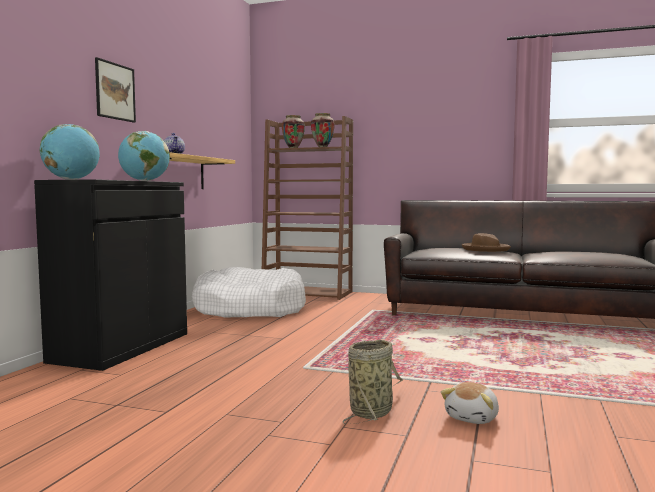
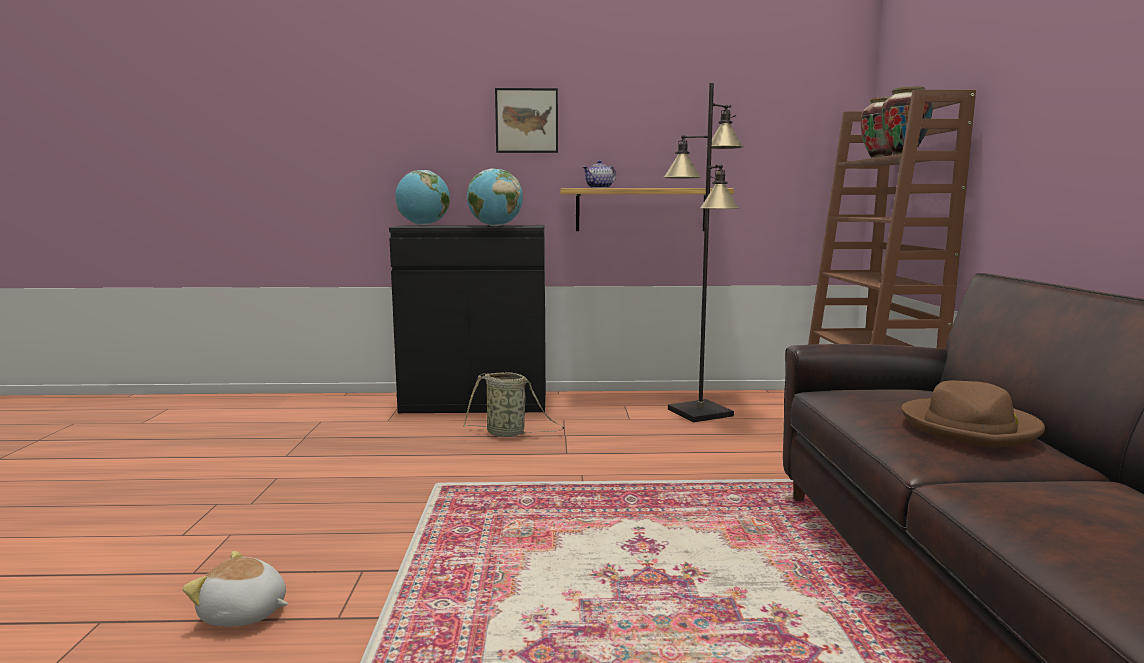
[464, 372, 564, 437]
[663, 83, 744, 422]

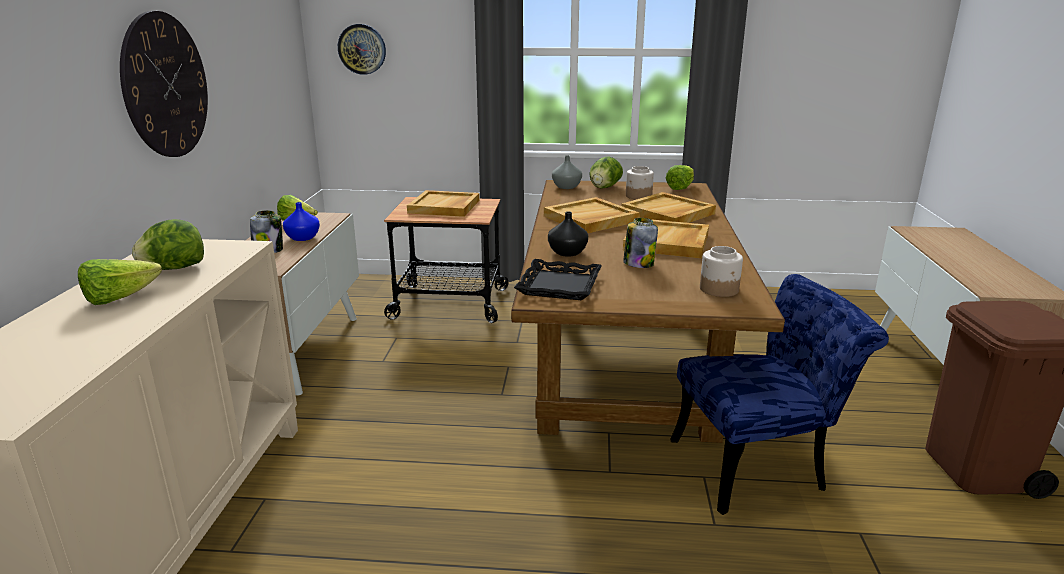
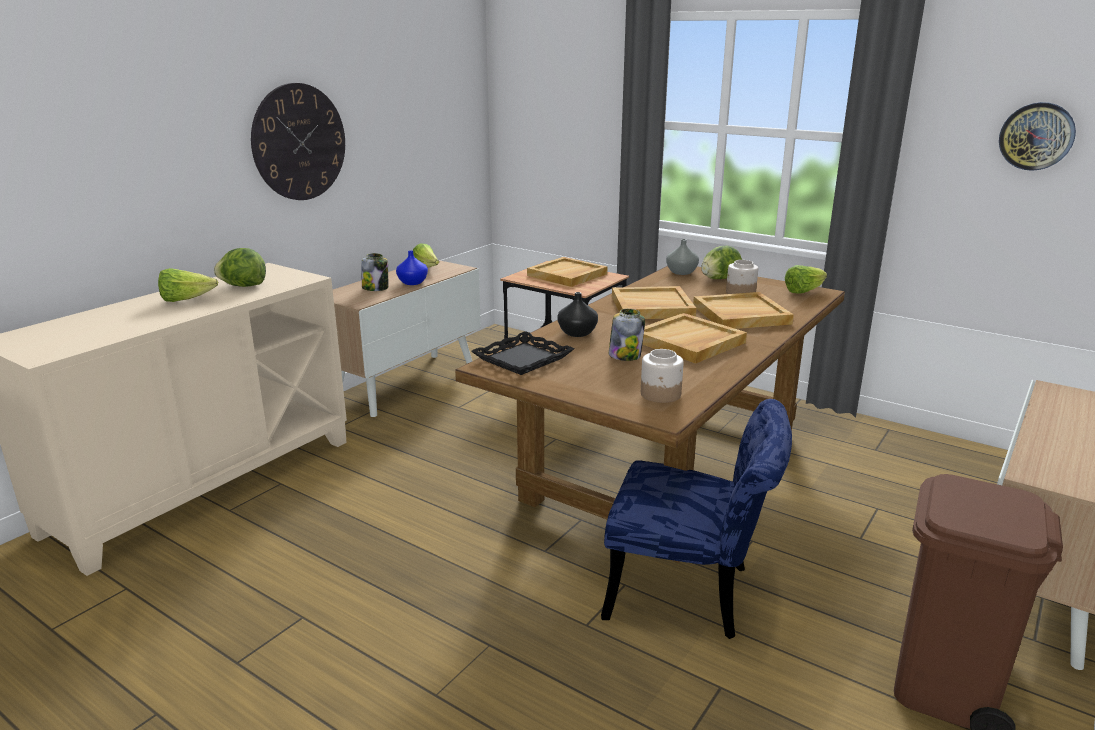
[999, 102, 1076, 171]

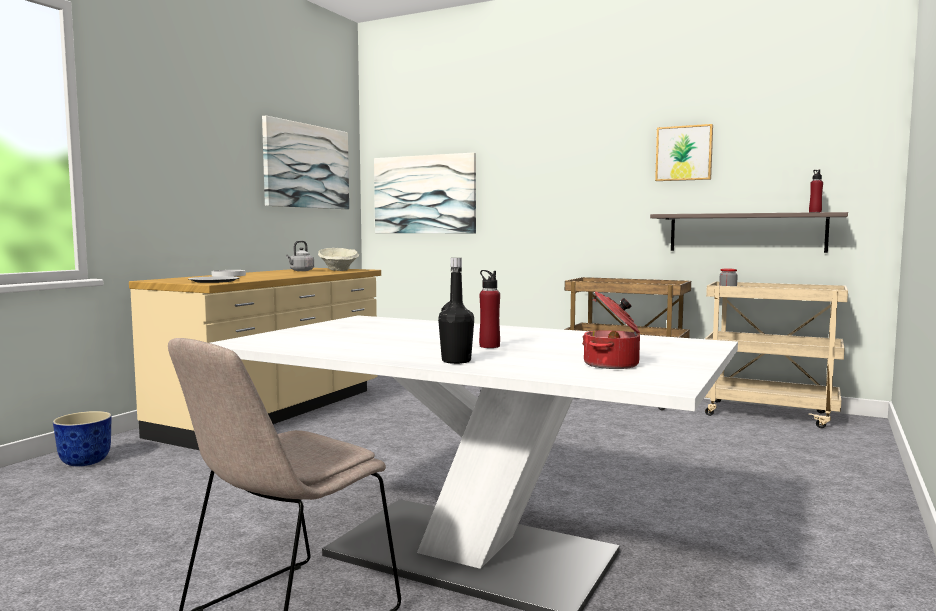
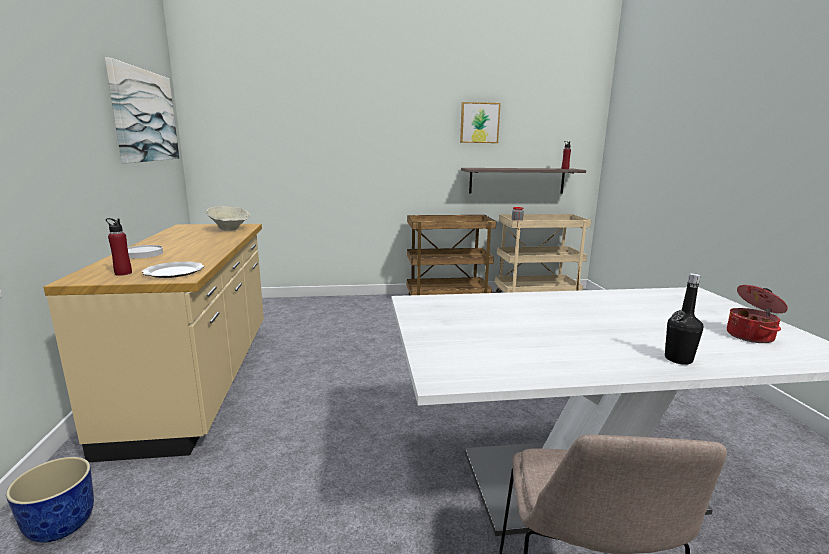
[106, 218, 132, 276]
[286, 241, 314, 271] (first image)
[374, 153, 476, 233] (first image)

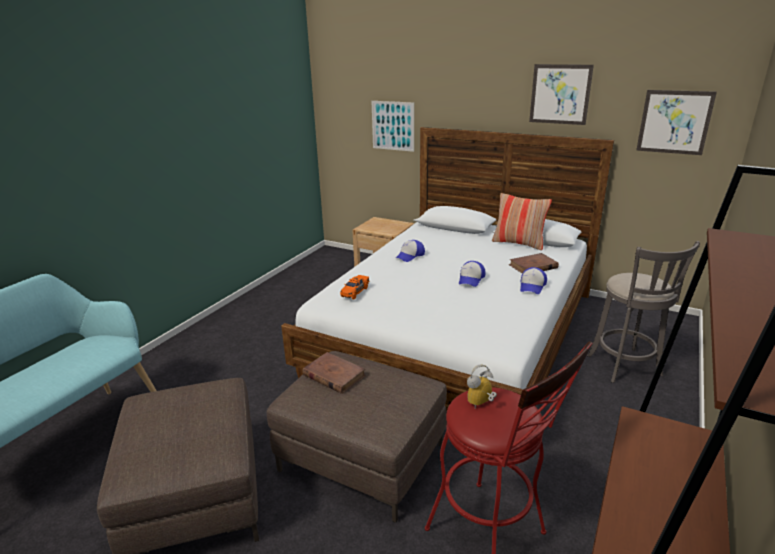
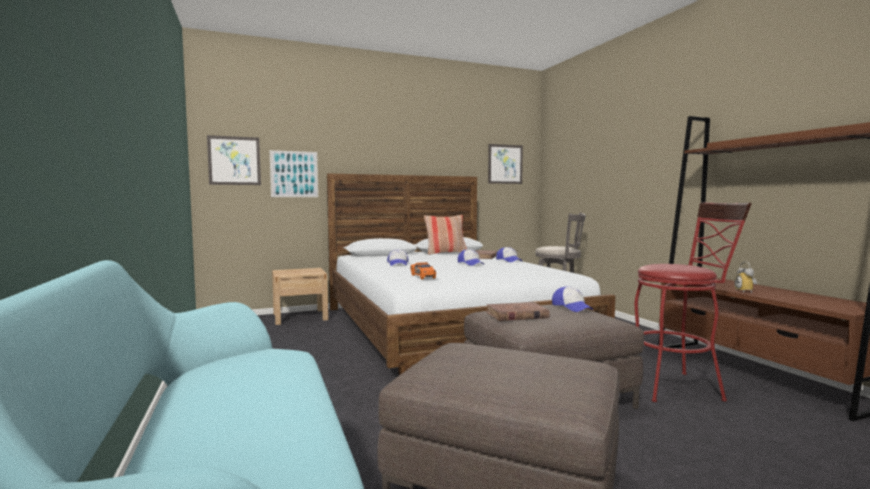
[207, 135, 261, 185]
[552, 287, 593, 312]
[735, 261, 757, 293]

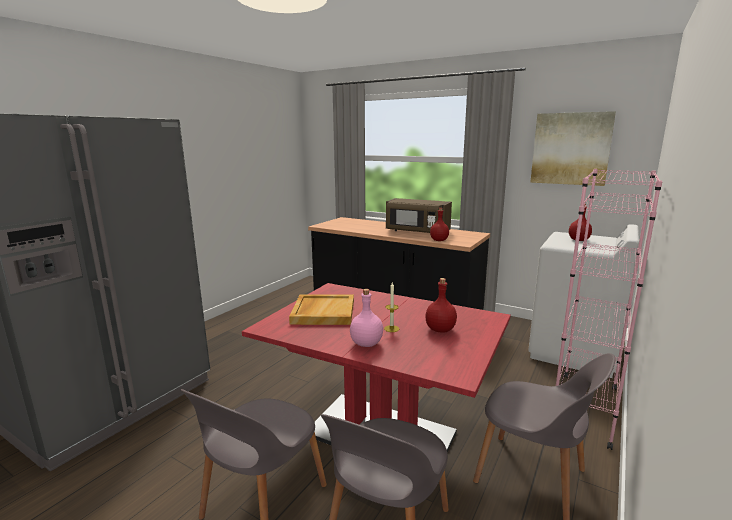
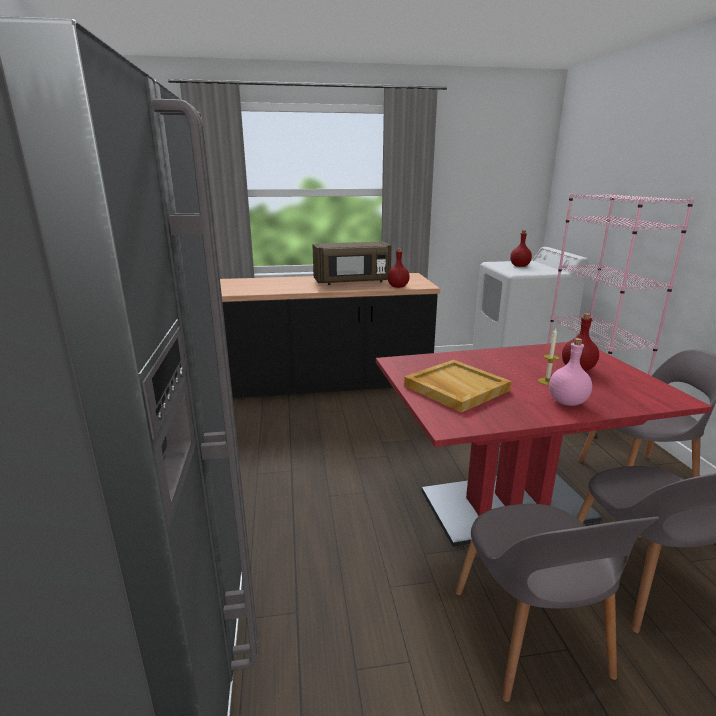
[530, 111, 616, 186] (first image)

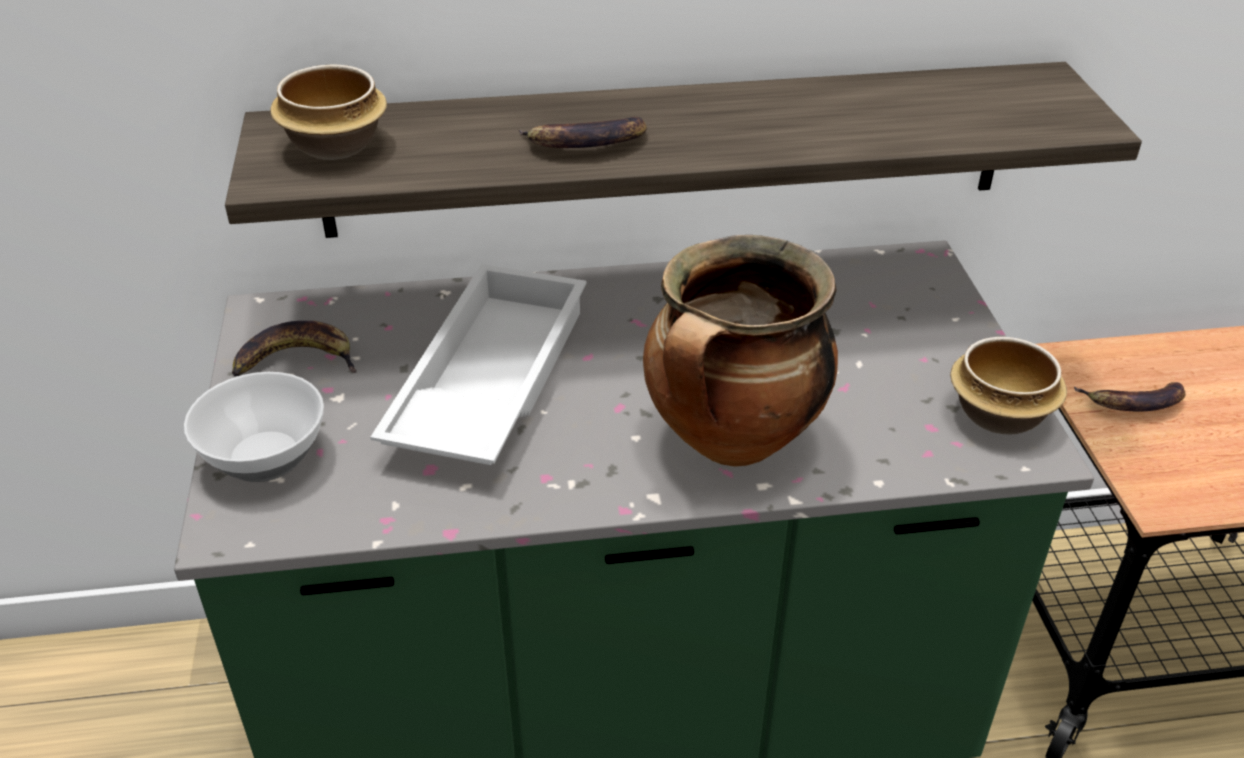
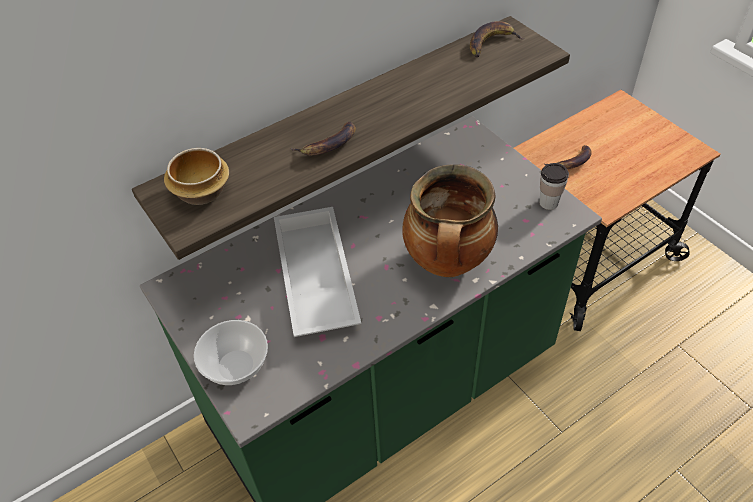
[470, 21, 525, 57]
[539, 163, 569, 210]

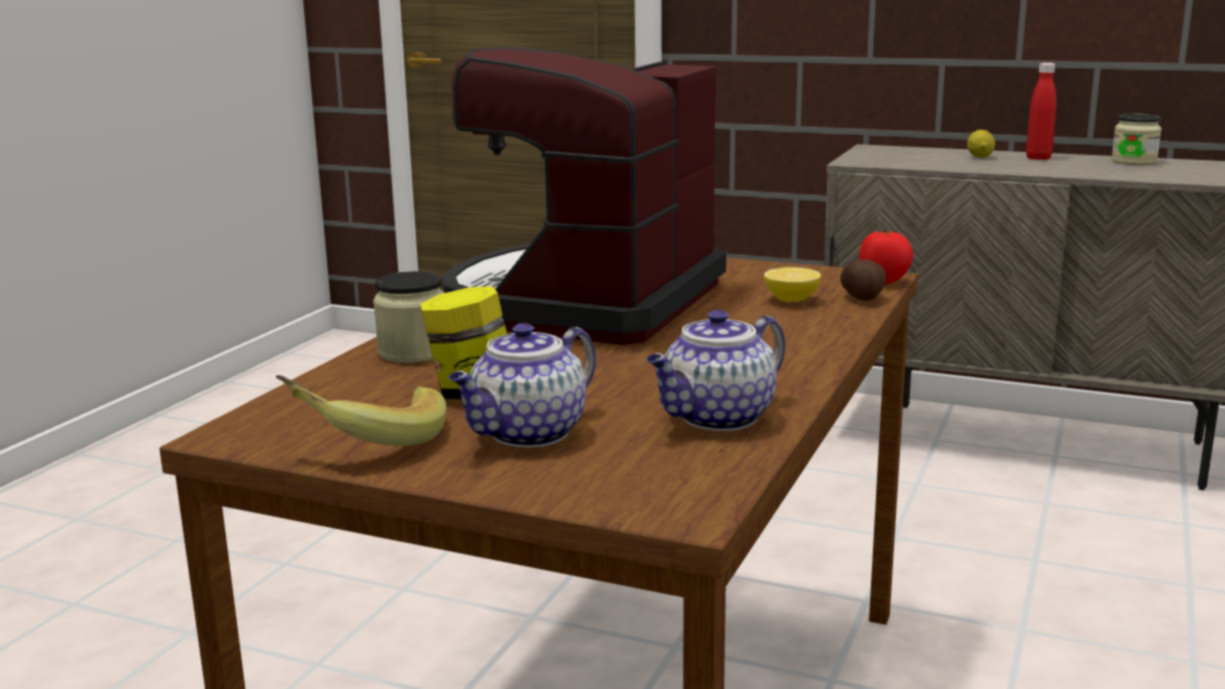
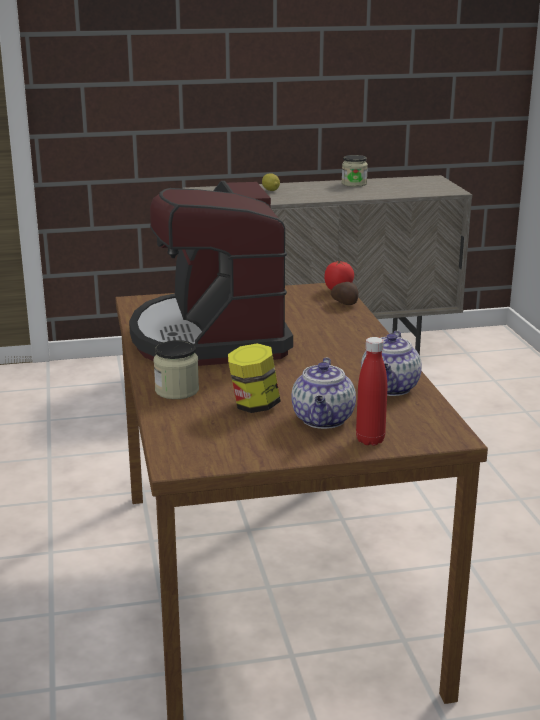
[356, 337, 387, 446]
[275, 375, 446, 446] (first image)
[764, 267, 821, 302] (first image)

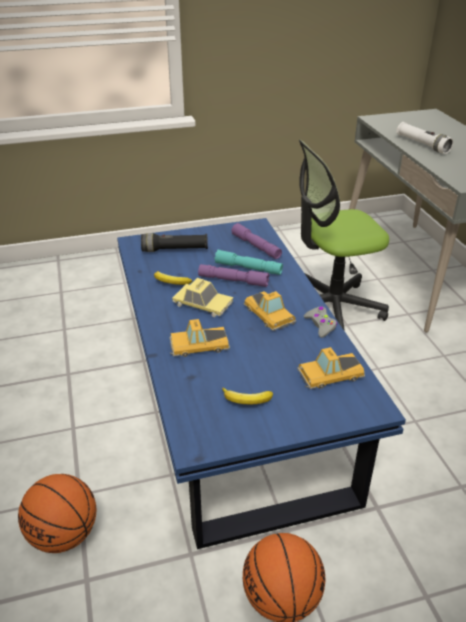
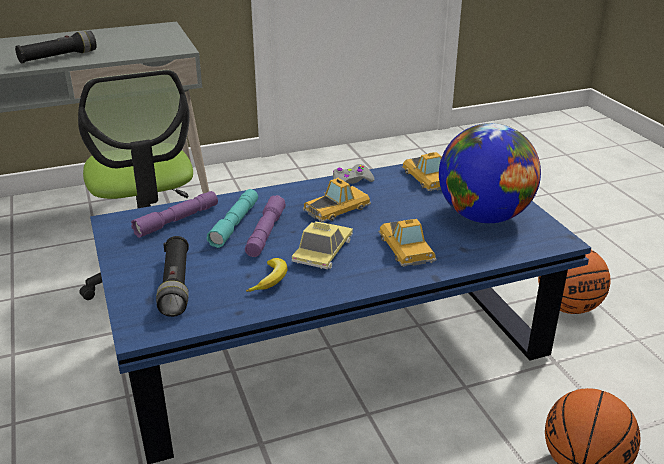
[15, 31, 96, 64]
[439, 123, 541, 223]

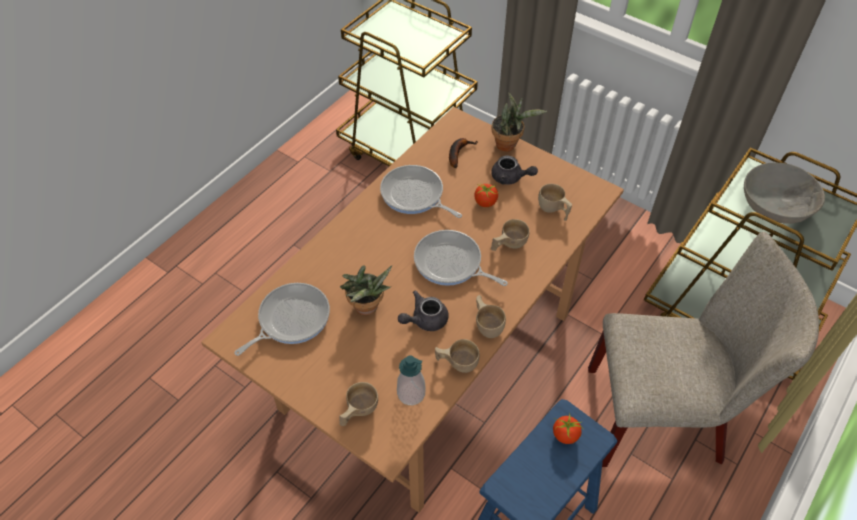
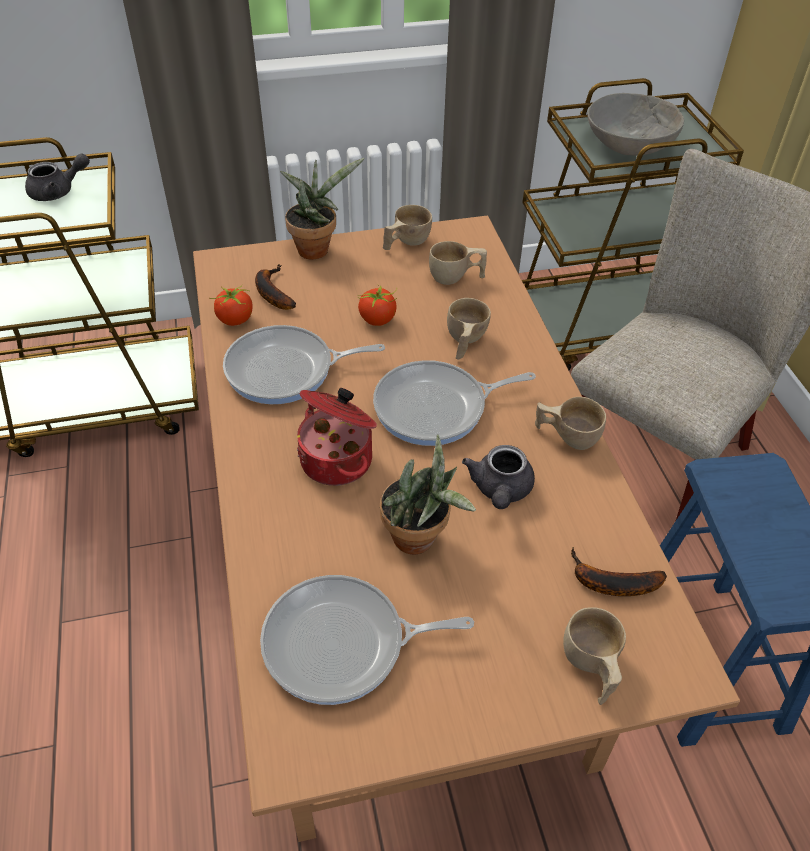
[25, 154, 90, 201]
[210, 284, 253, 326]
[260, 575, 474, 705]
[297, 388, 377, 486]
[383, 205, 432, 250]
[571, 547, 667, 596]

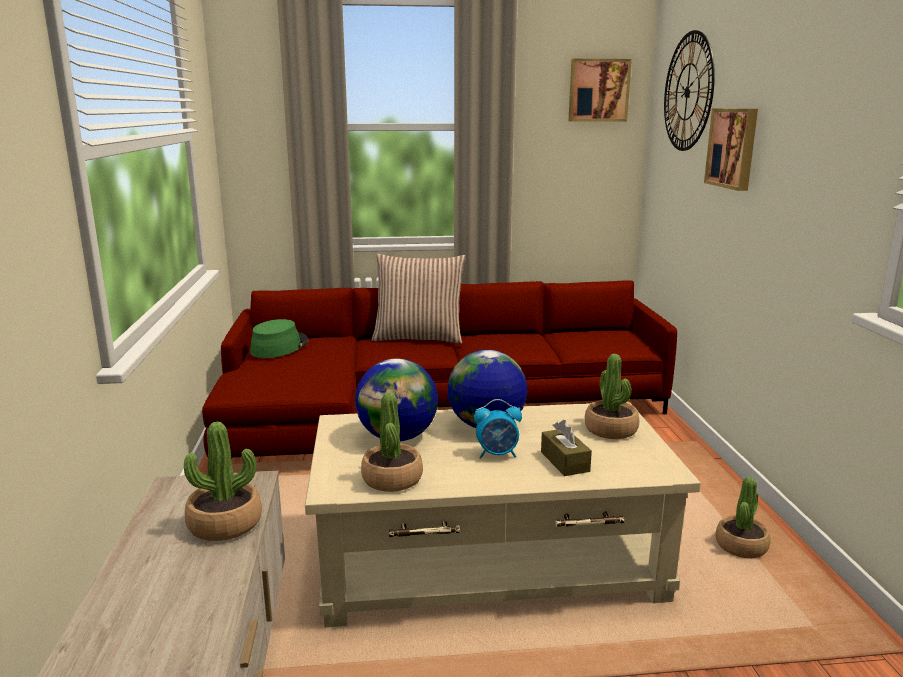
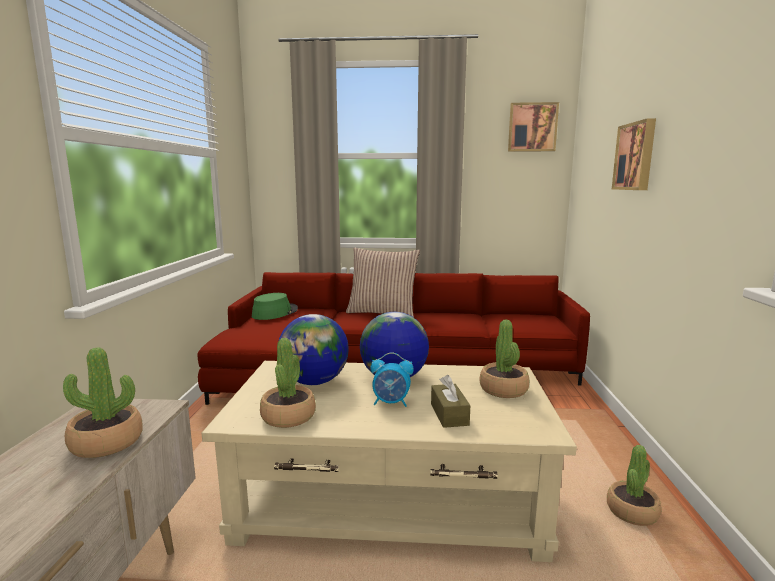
[664, 30, 715, 151] (first image)

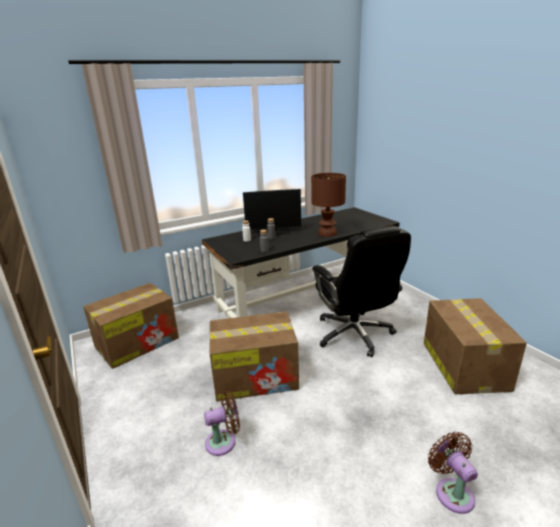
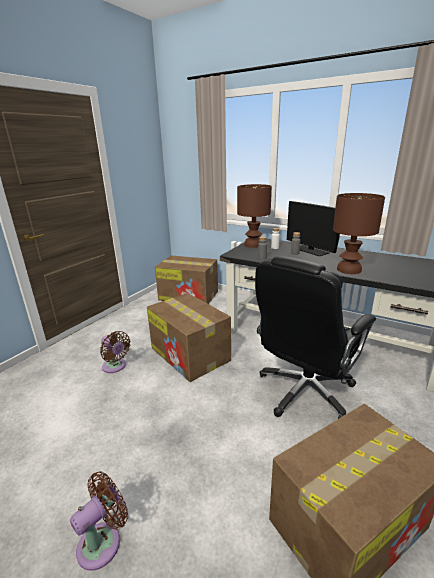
[237, 184, 272, 248]

